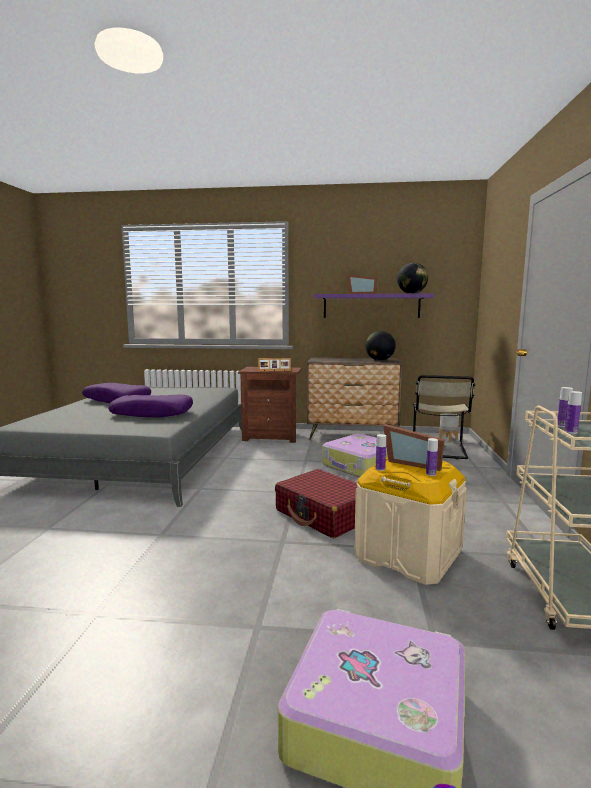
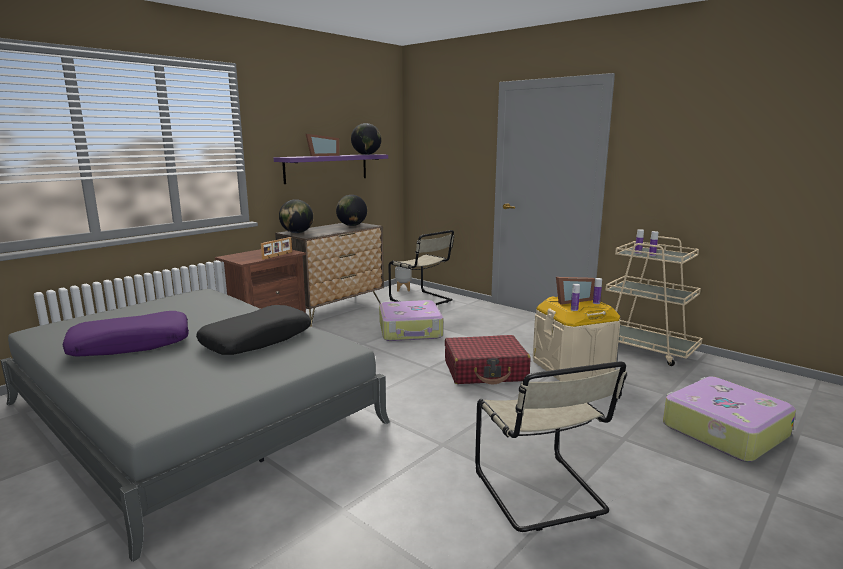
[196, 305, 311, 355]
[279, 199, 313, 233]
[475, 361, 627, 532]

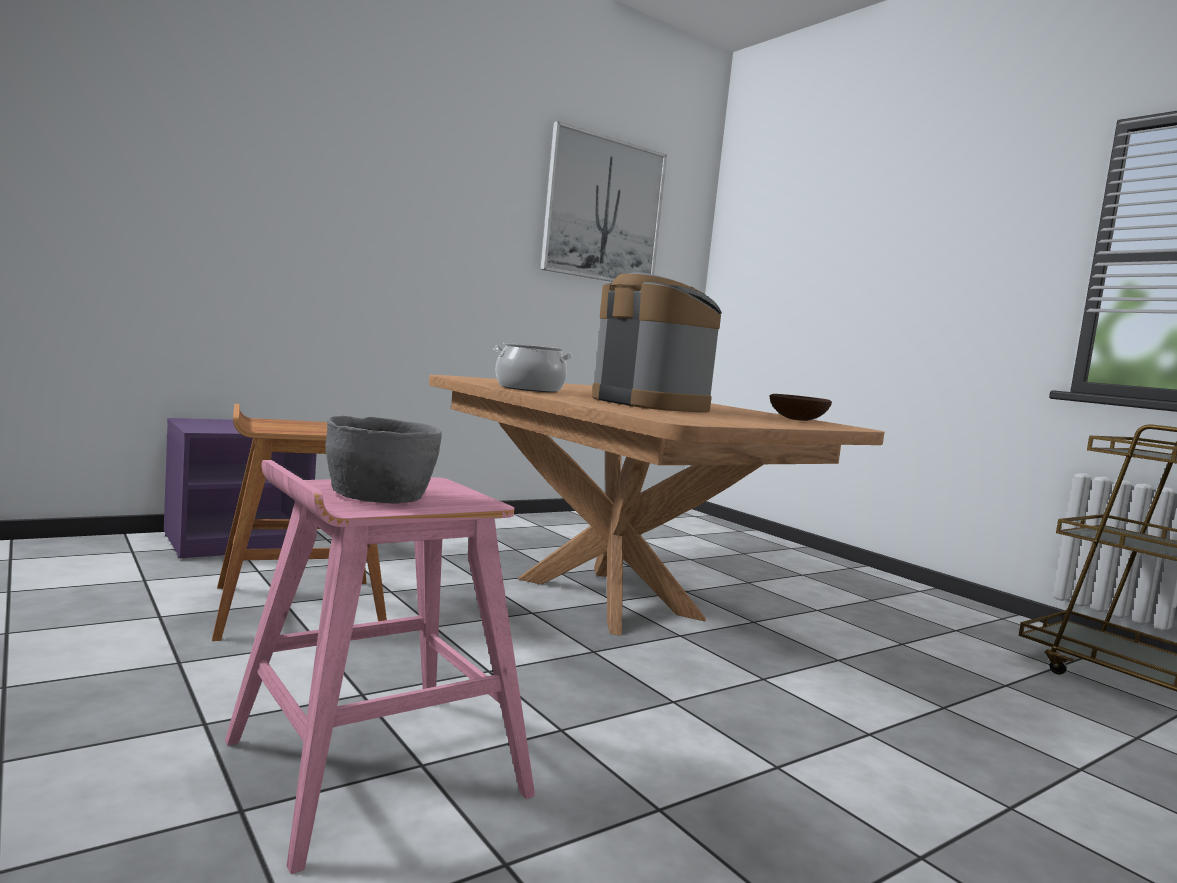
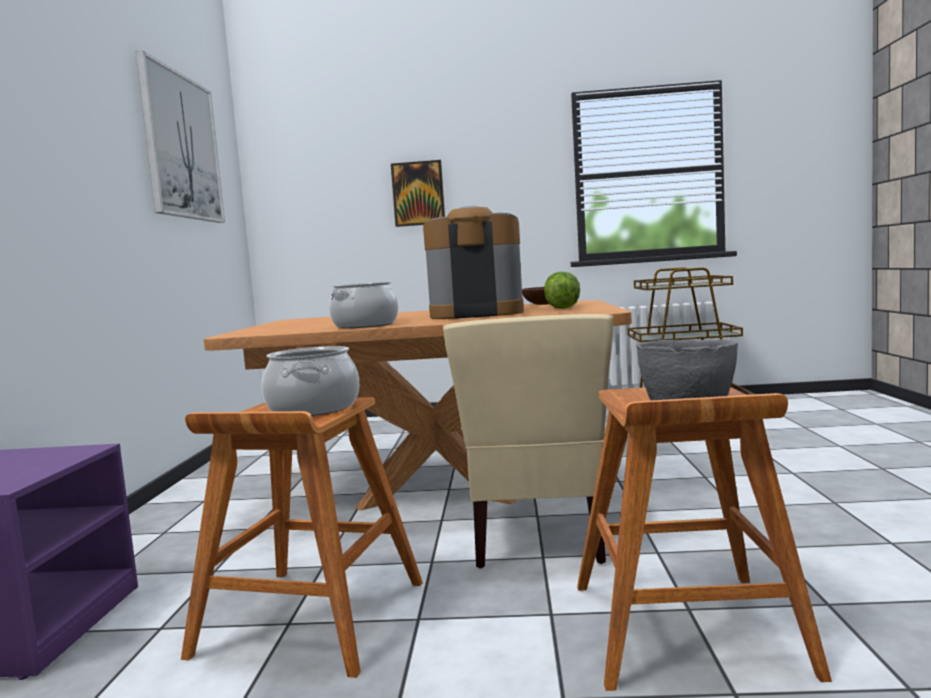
[262, 346, 359, 416]
[391, 160, 445, 227]
[443, 314, 613, 568]
[544, 271, 580, 309]
[577, 387, 832, 691]

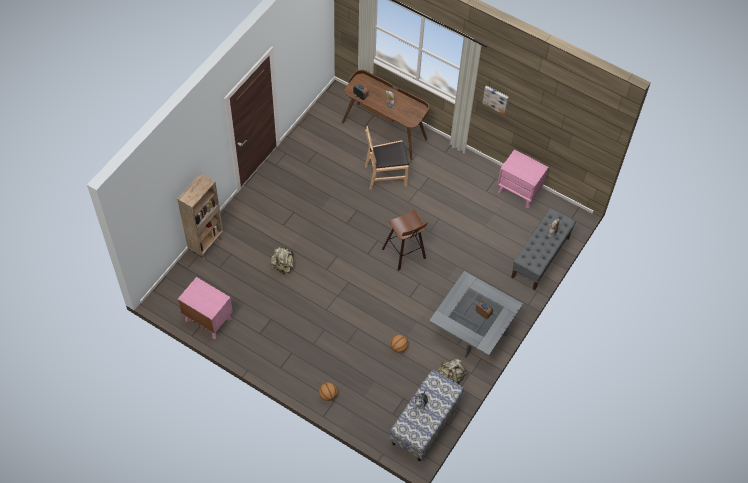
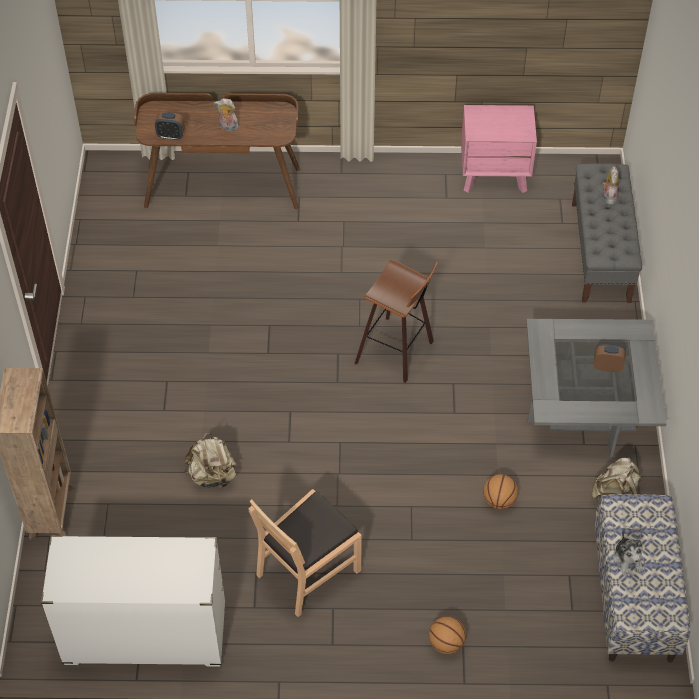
[41, 536, 226, 667]
[249, 489, 362, 617]
[482, 86, 509, 114] (first image)

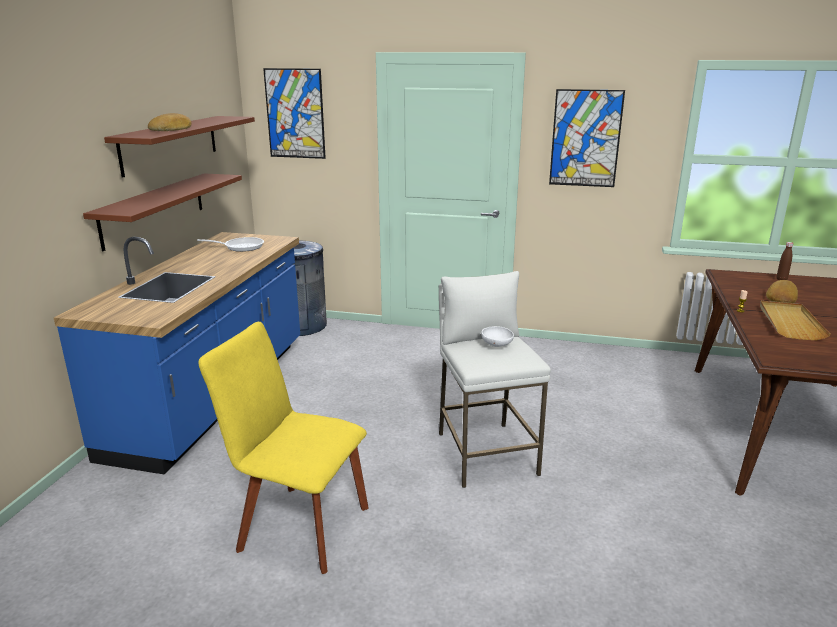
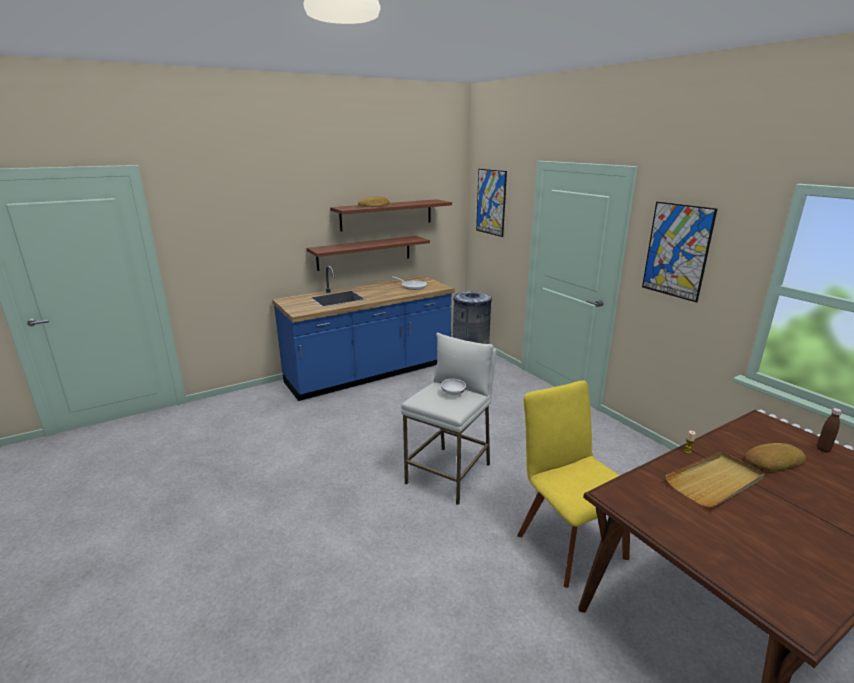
[517, 380, 630, 588]

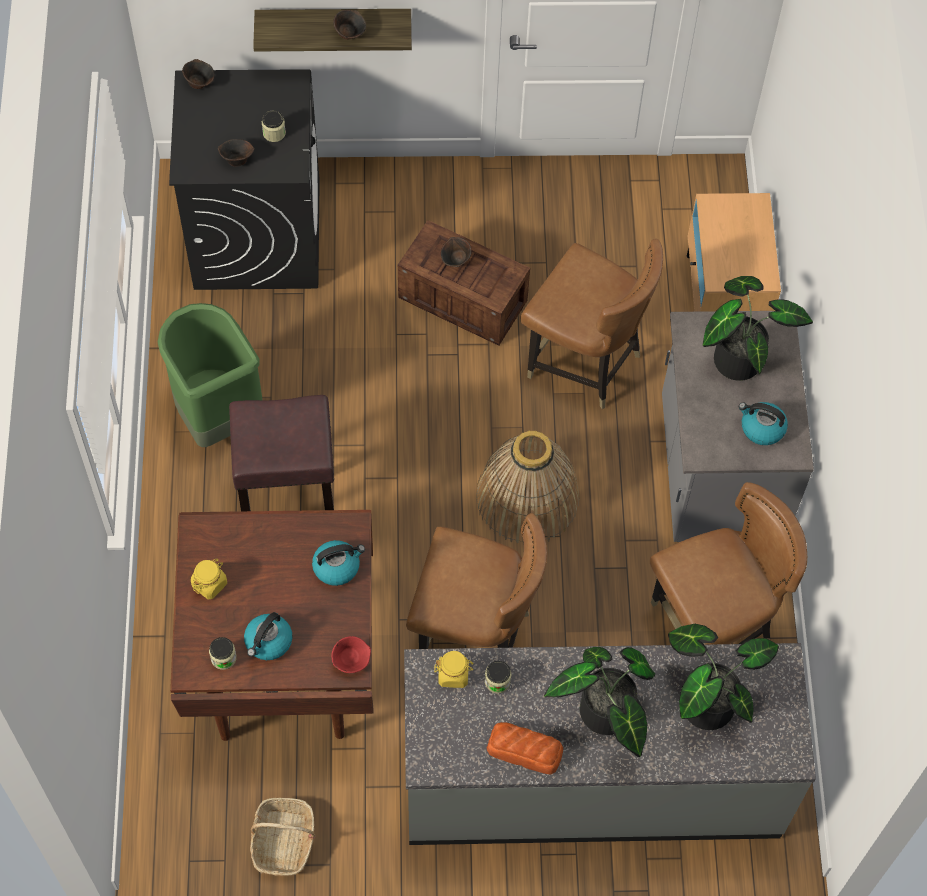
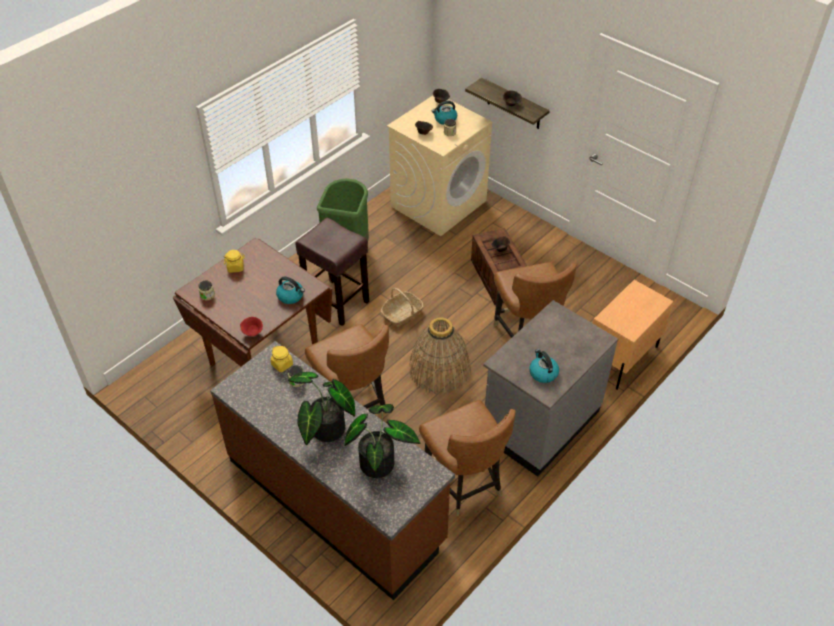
[210, 341, 455, 600]
[381, 288, 423, 326]
[387, 96, 492, 236]
[419, 400, 516, 516]
[432, 100, 457, 125]
[487, 722, 563, 774] (first image)
[703, 276, 813, 381] (first image)

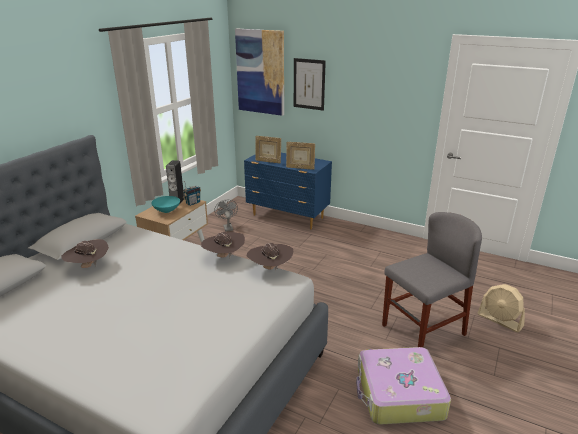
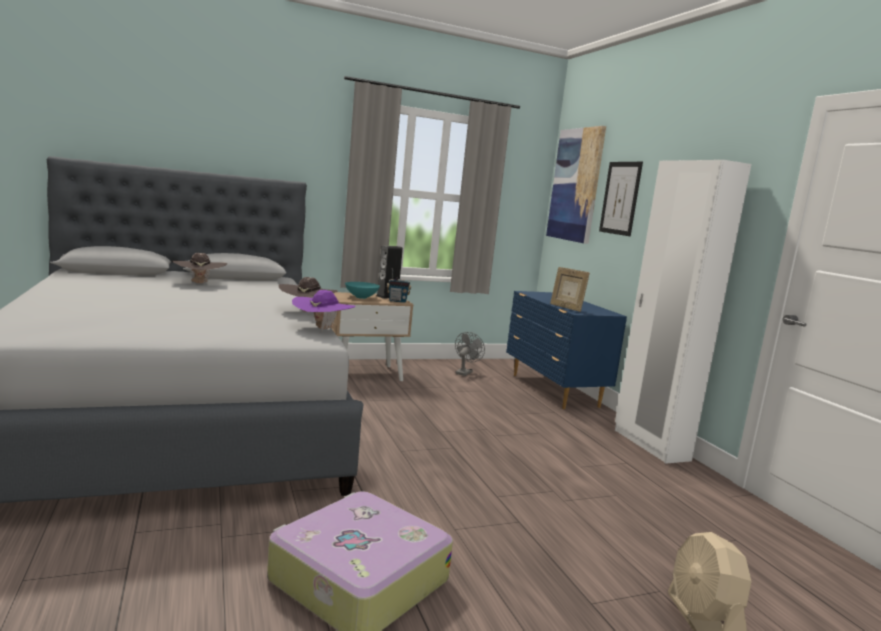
[292, 290, 356, 332]
[615, 160, 752, 464]
[255, 136, 281, 163] (first image)
[382, 212, 482, 347] (first image)

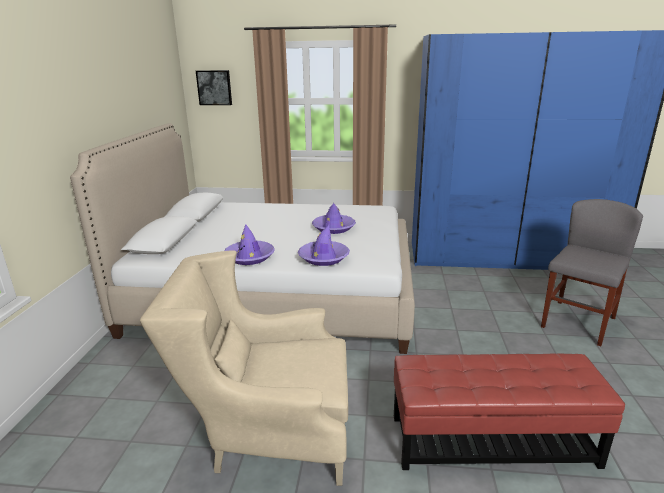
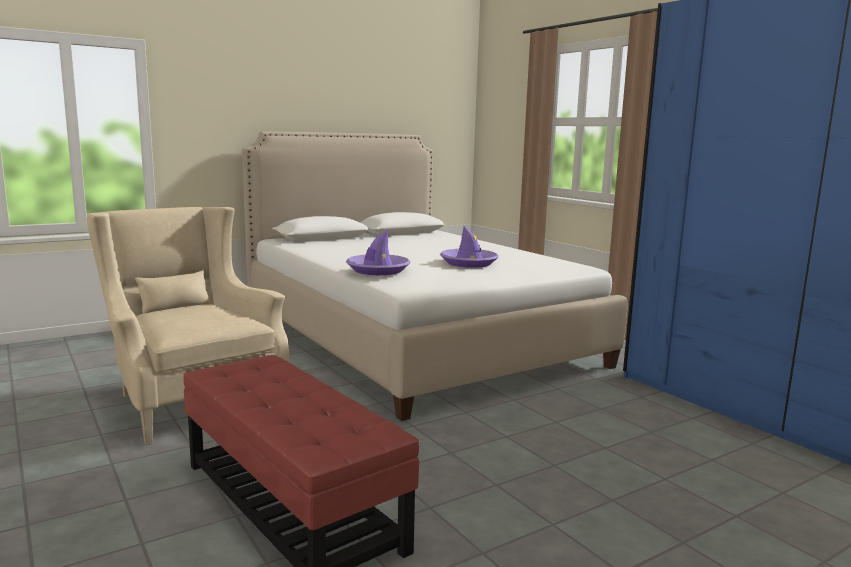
[196, 70, 232, 105] (first image)
[224, 224, 275, 265] (first image)
[541, 199, 643, 346] (first image)

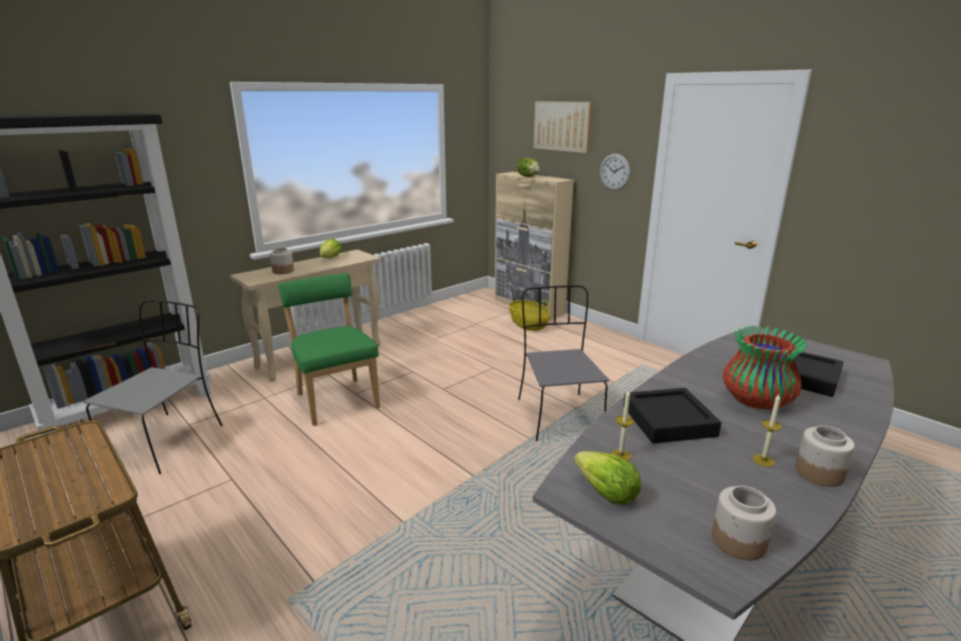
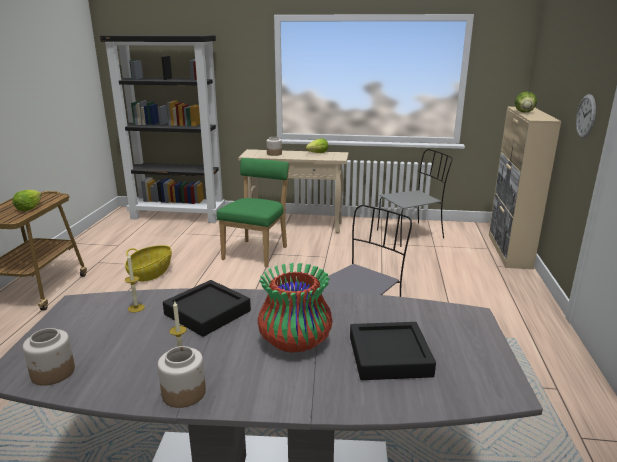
[12, 190, 42, 211]
[125, 245, 172, 282]
[377, 149, 453, 247]
[533, 101, 593, 153] (first image)

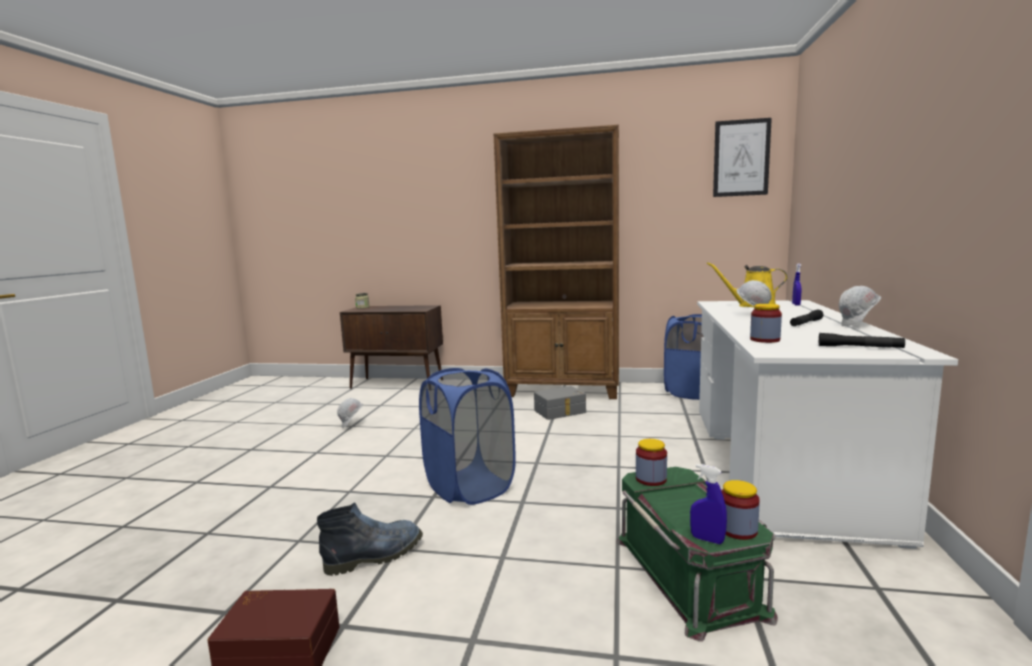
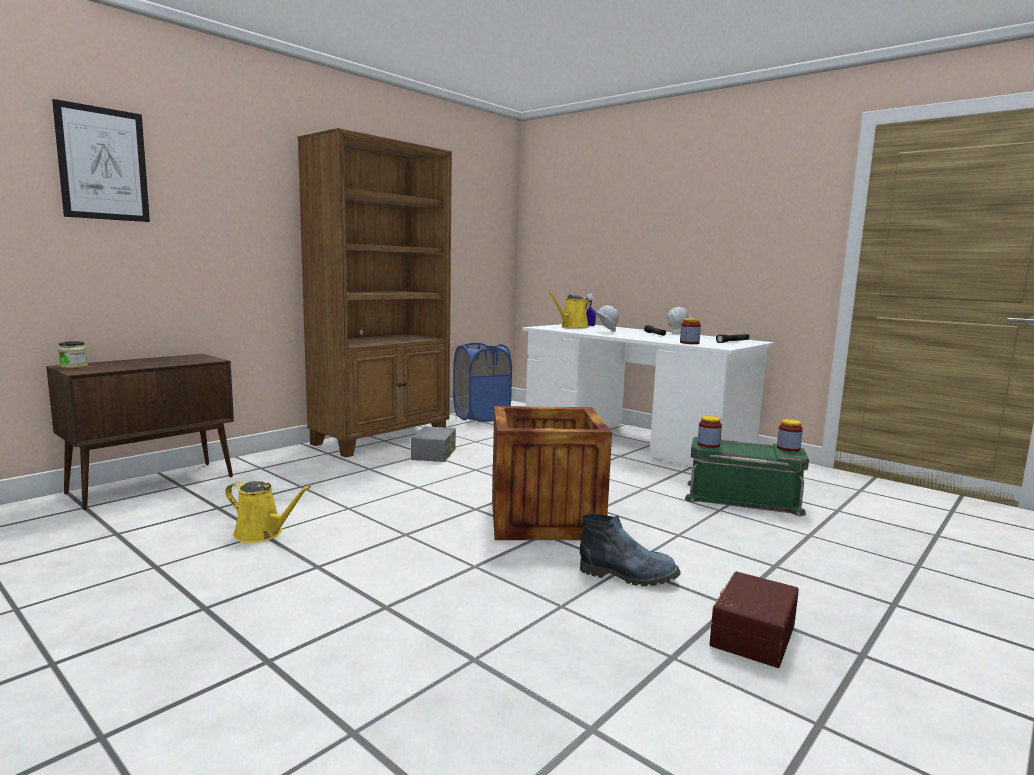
[52, 99, 150, 222]
[225, 481, 311, 543]
[492, 406, 612, 540]
[580, 514, 681, 586]
[690, 464, 727, 544] (first image)

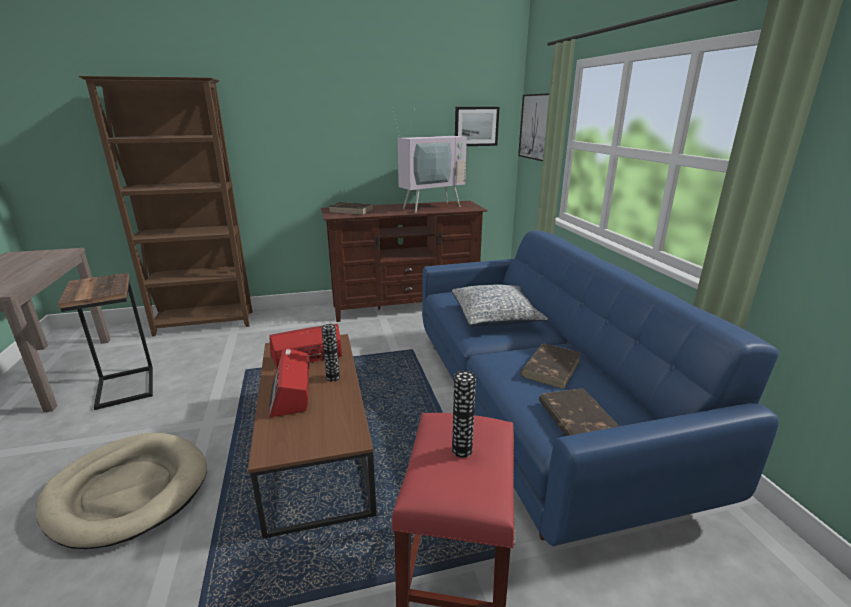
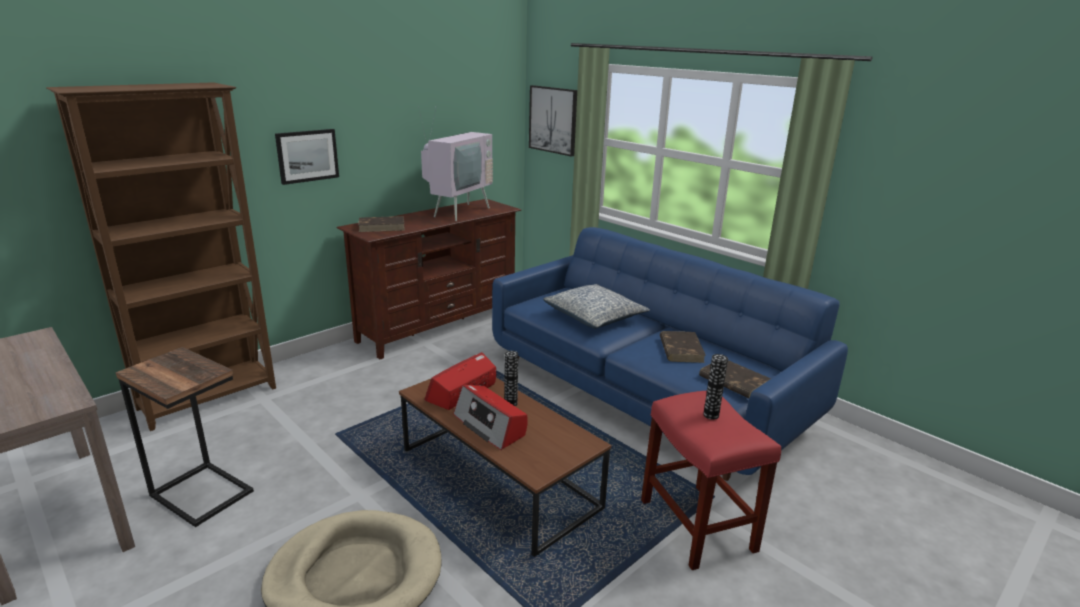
[275, 129, 339, 185]

